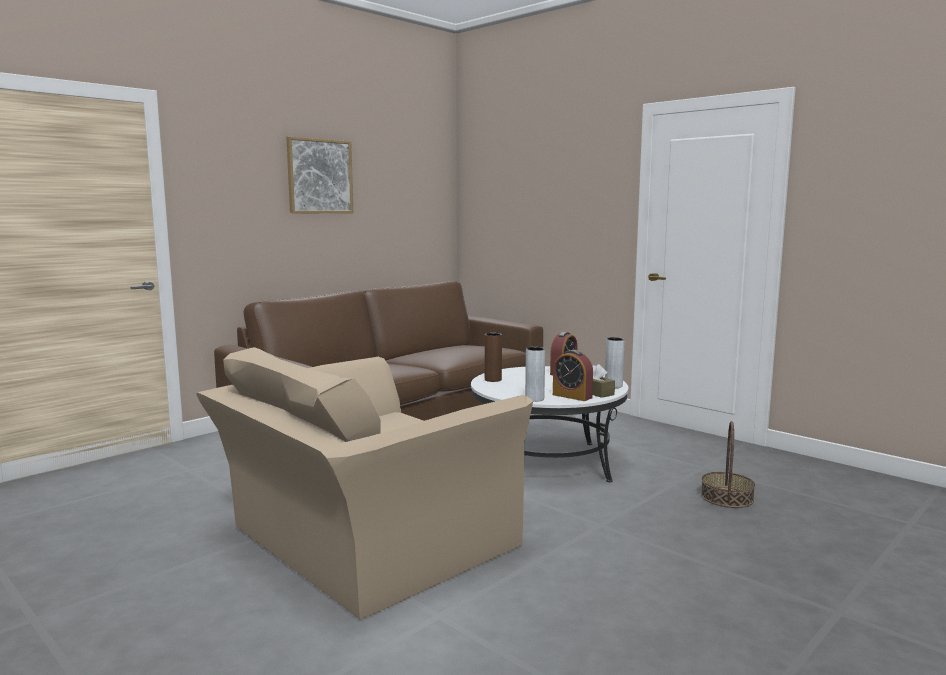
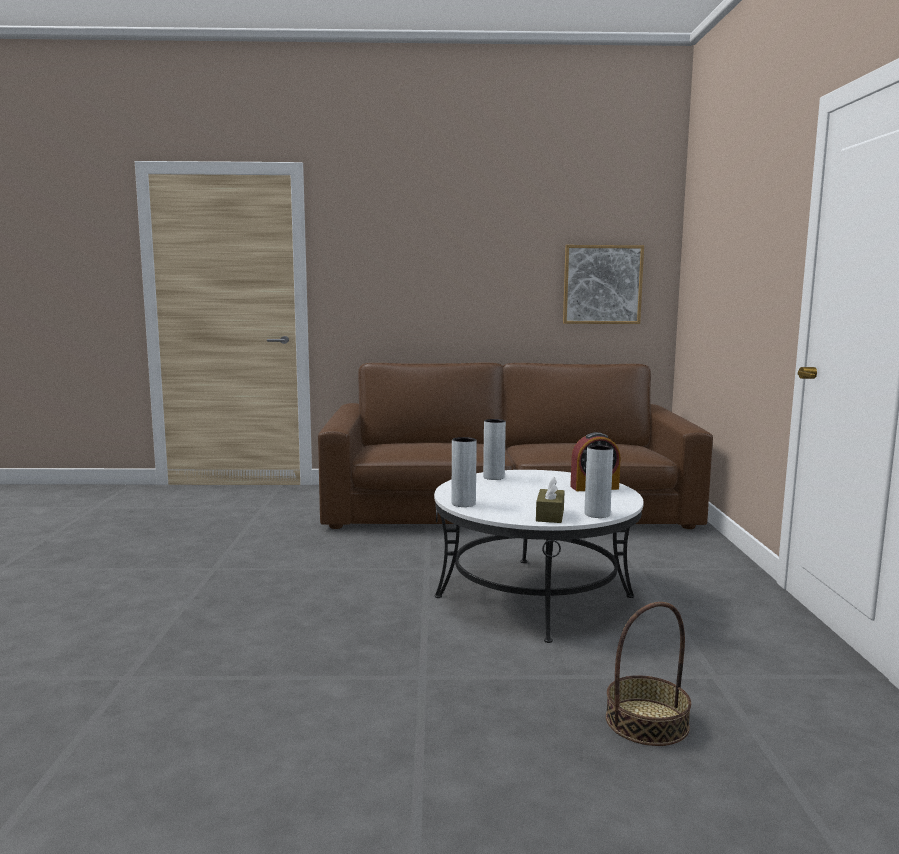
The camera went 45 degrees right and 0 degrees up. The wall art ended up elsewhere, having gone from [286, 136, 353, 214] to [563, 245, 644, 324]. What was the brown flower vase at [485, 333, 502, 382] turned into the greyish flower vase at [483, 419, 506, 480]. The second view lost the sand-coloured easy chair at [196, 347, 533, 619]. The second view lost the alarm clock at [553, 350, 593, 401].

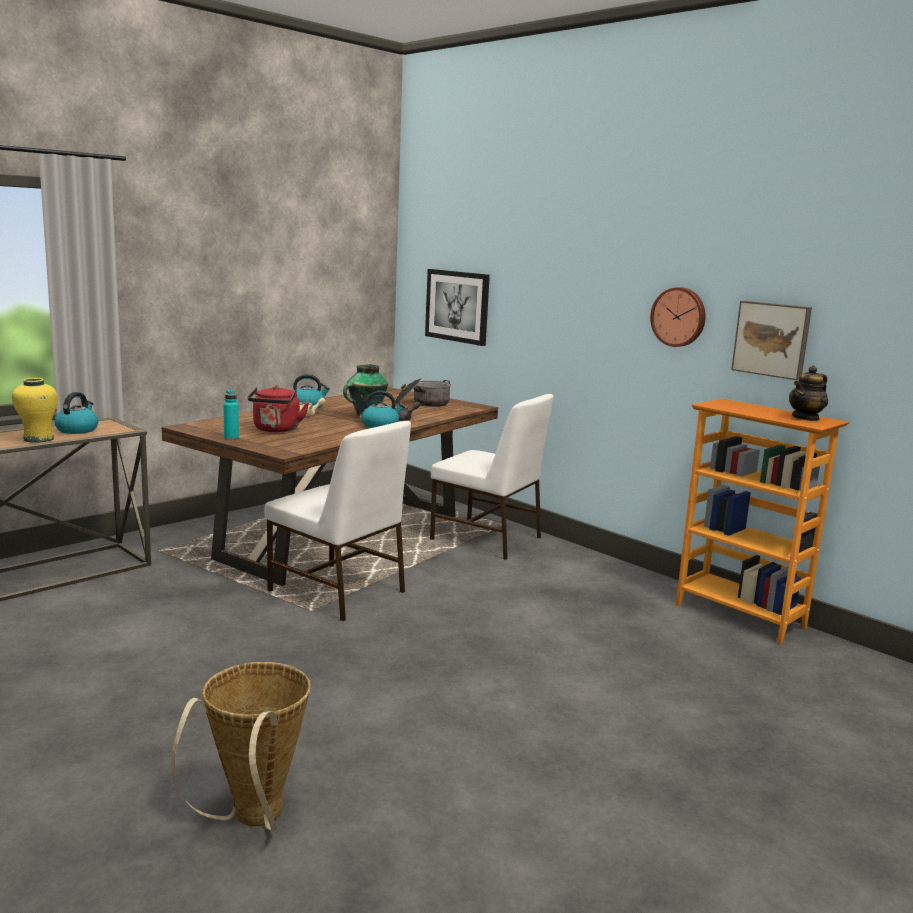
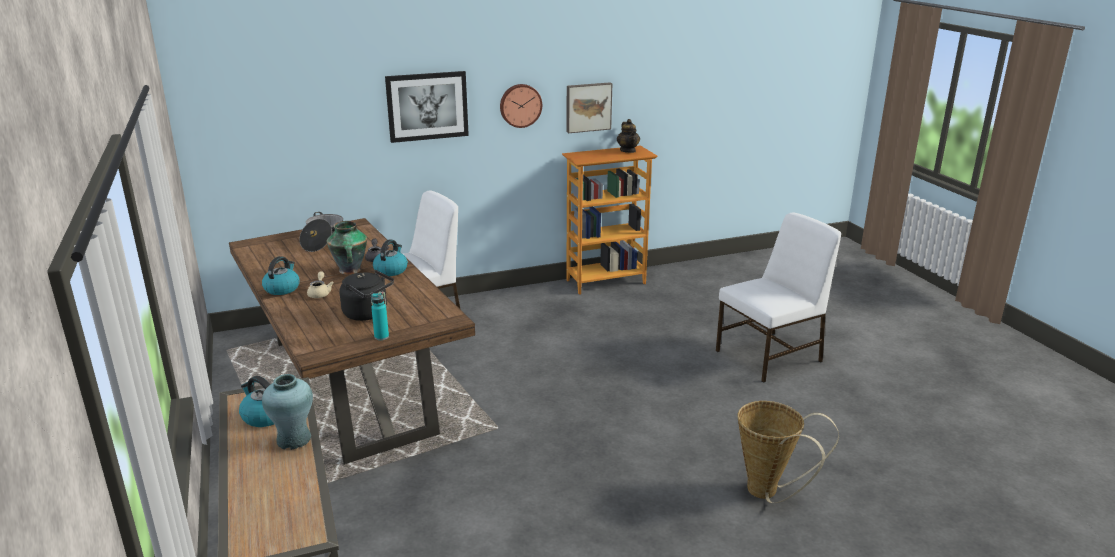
The camera went 65 degrees left and 10 degrees up. The wall art ended up elsewhere, having gone from [425, 269, 490, 346] to [385, 71, 469, 143]. What was the yellow flower vase at [12, 378, 58, 443] turned into the turquoise flower vase at [262, 374, 313, 450]. What was the red-coloured kettle at [248, 385, 309, 432] turned into the blackish kettle at [339, 270, 394, 321]. The whitish upright chair ended up elsewhere, having gone from [265, 421, 411, 621] to [716, 213, 841, 383].

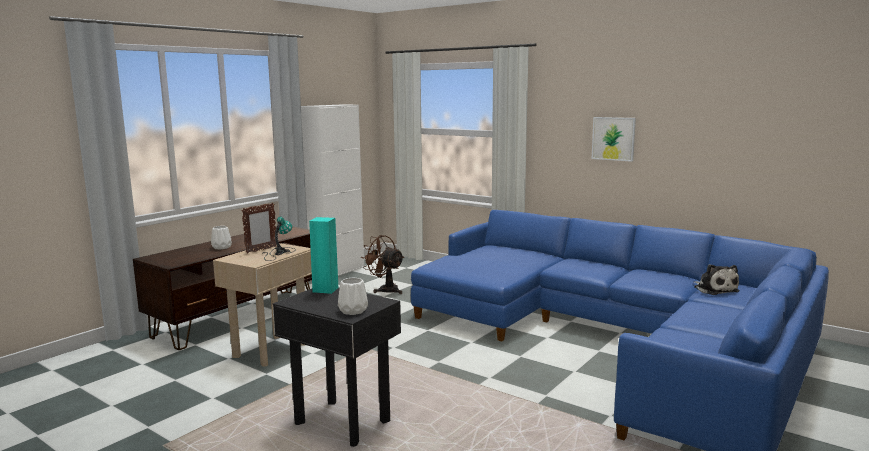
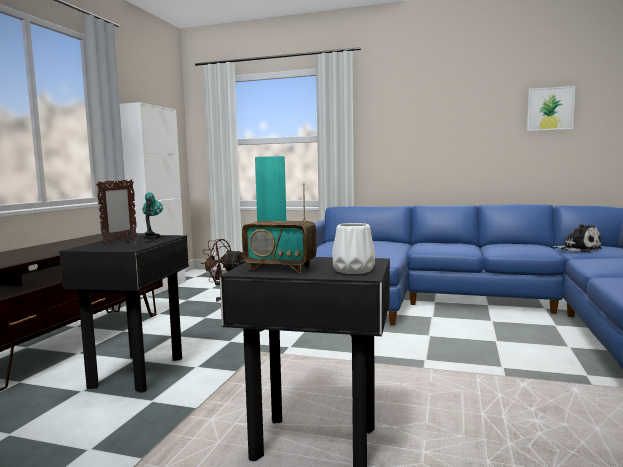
The camera went 20 degrees left and 5 degrees down. The wall art ended up elsewhere, having gone from [592, 117, 636, 162] to [527, 86, 575, 131]. The second view lost the whitish flower vase at [211, 226, 232, 249]. What was the sand-coloured accent table at [213, 243, 312, 367] turned into the blackish accent table at [59, 235, 189, 393]. The second view gained the radio set at [242, 184, 317, 273].

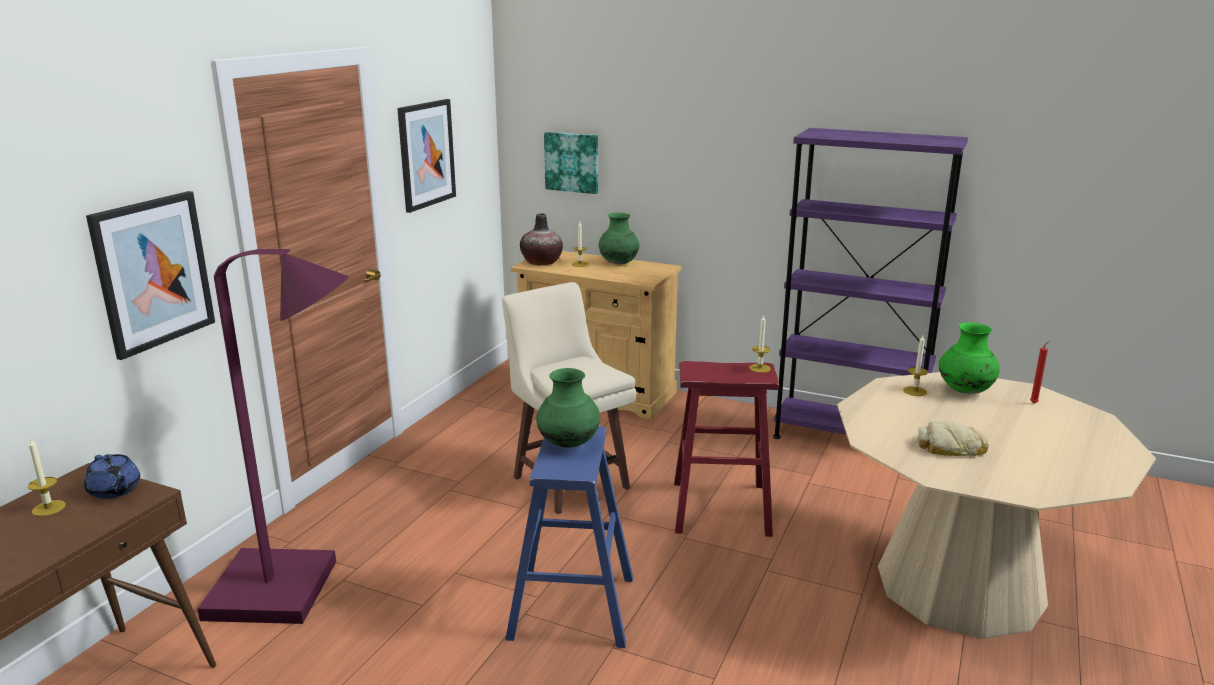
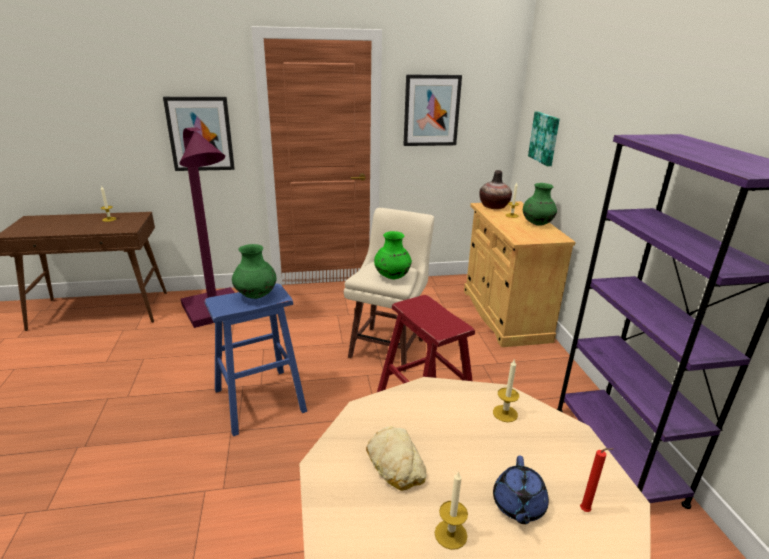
The camera went 55 degrees right and 5 degrees up. The wax candle ended up elsewhere, having gone from [749, 315, 771, 373] to [435, 471, 468, 550]. The green flower vase ended up elsewhere, having gone from [939, 322, 1000, 394] to [374, 231, 412, 279]. The bluish pot for tea ended up elsewhere, having gone from [84, 454, 140, 499] to [493, 455, 549, 524].

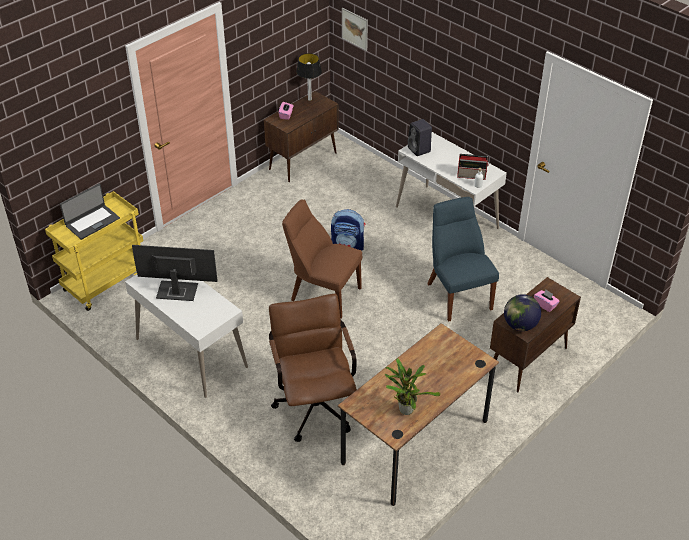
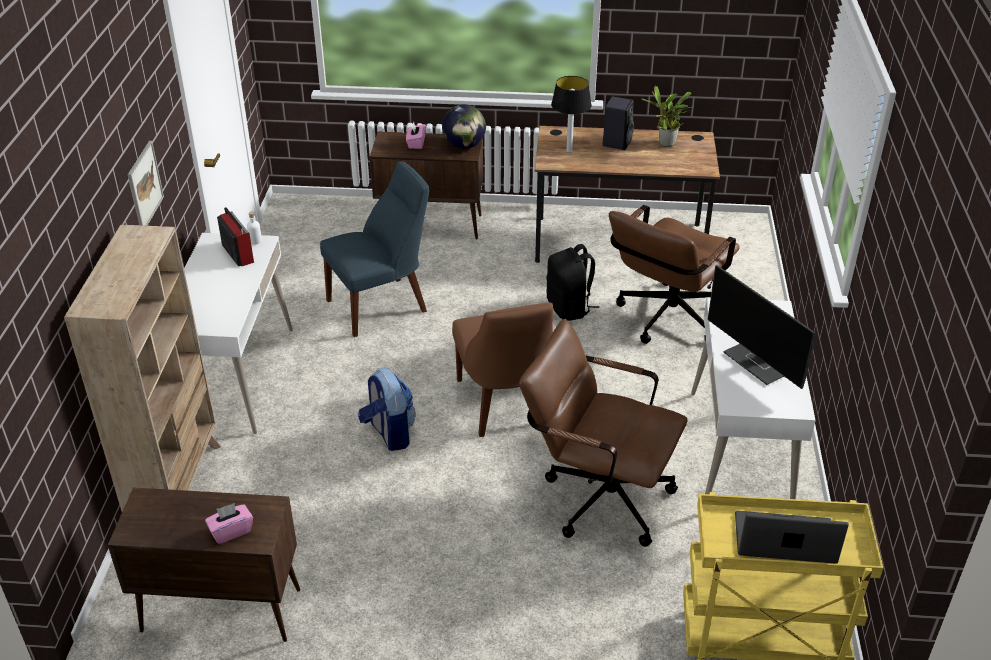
The camera went 130 degrees left and 5 degrees down. The wall art ended up elsewhere, having gone from [342, 8, 368, 51] to [128, 141, 164, 226]. The table lamp ended up elsewhere, having gone from [296, 53, 322, 101] to [551, 76, 592, 153]. The blackish speaker ended up elsewhere, having gone from [408, 119, 432, 156] to [603, 97, 634, 150]. The bluish upright chair at [427, 197, 499, 322] ended up facing another way, 150 degrees counterclockwise from before. The second view gained the sand-coloured shelving unit at [64, 225, 221, 511]. The second view gained the blackish backpack at [547, 244, 599, 321]. The second view gained the brown office chair at [519, 319, 688, 547].

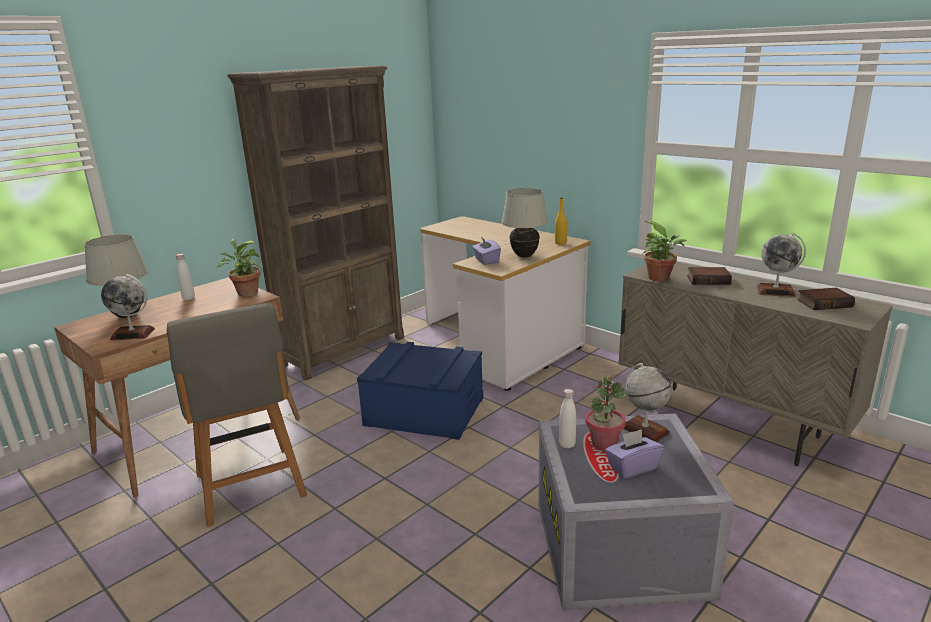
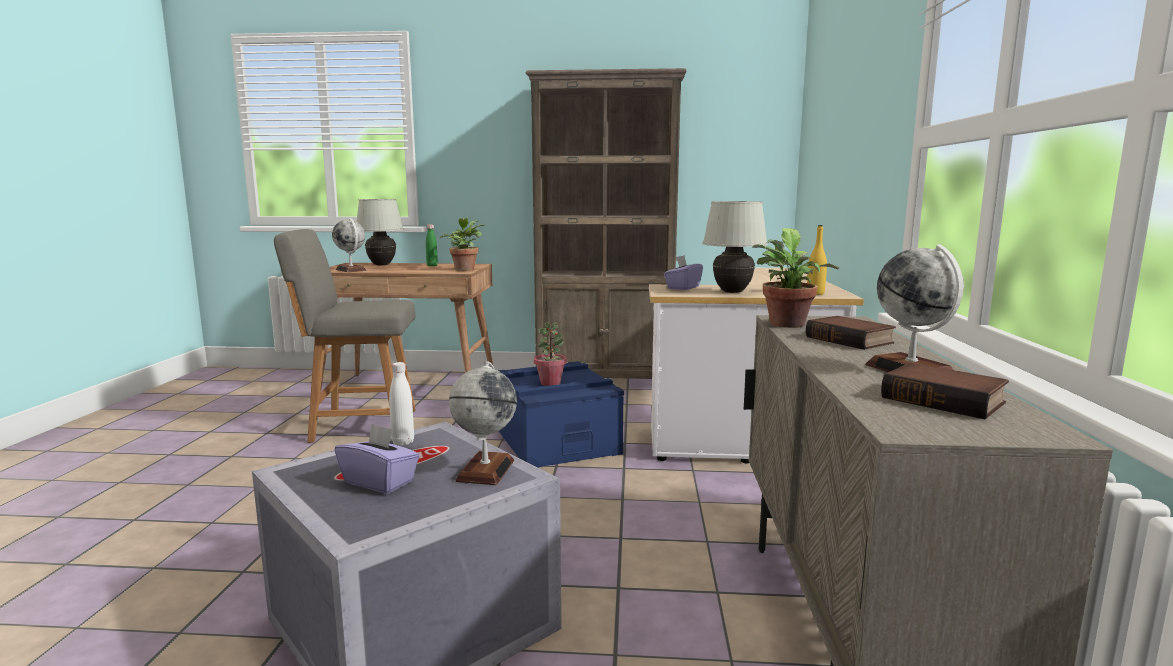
The camera went 50 degrees right and 10 degrees down. What was the whitish drink bottle at [176, 254, 195, 300] turned into the green drink bottle at [426, 225, 438, 266]. The greyish upright chair at [167, 303, 307, 527] ended up facing another way, 60 degrees clockwise from before. The potted plant ended up elsewhere, having gone from [585, 376, 627, 451] to [534, 322, 567, 386].

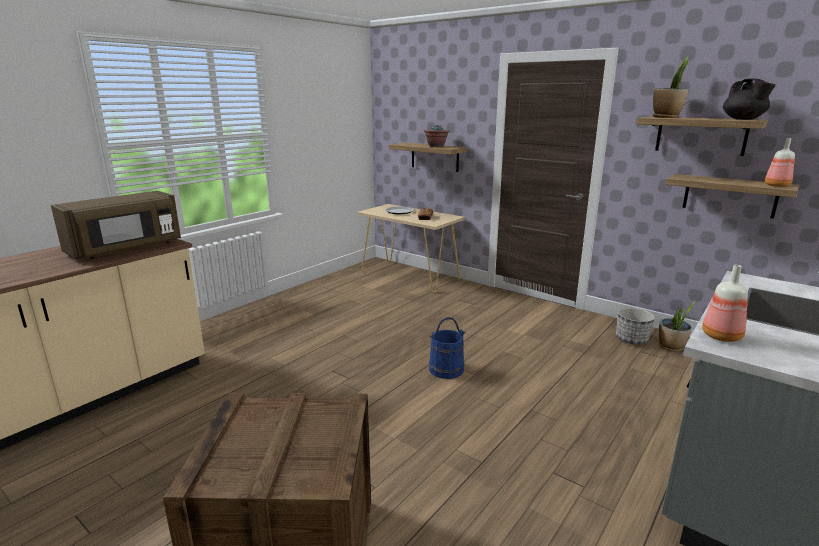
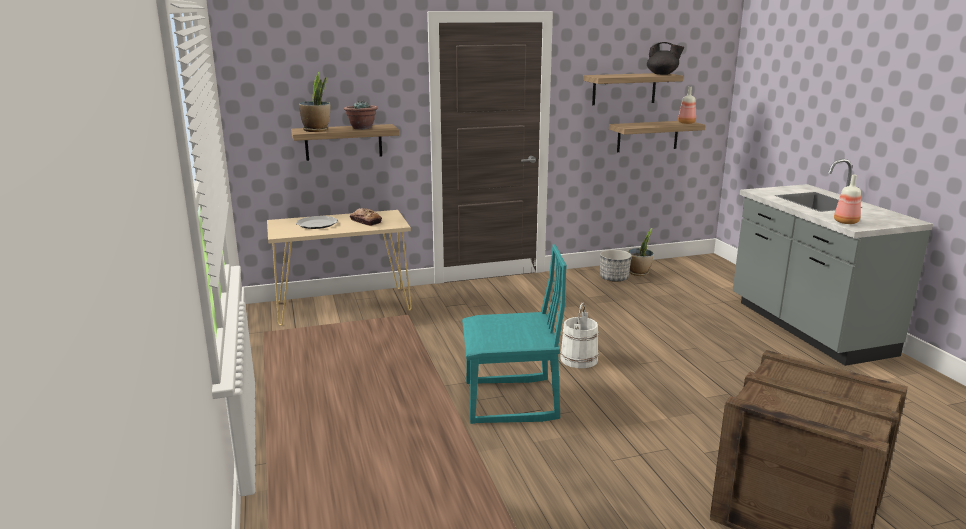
The camera went 55 degrees left and 0 degrees up. The potted plant ended up elsewhere, having gone from [653, 56, 689, 118] to [299, 72, 330, 132]. The second view lost the brown microwave at [51, 191, 181, 259]. What was the bluish pail at [429, 317, 465, 379] turned into the whitish pail at [560, 302, 599, 368]. The second view gained the turquoise upright chair at [462, 244, 567, 424].

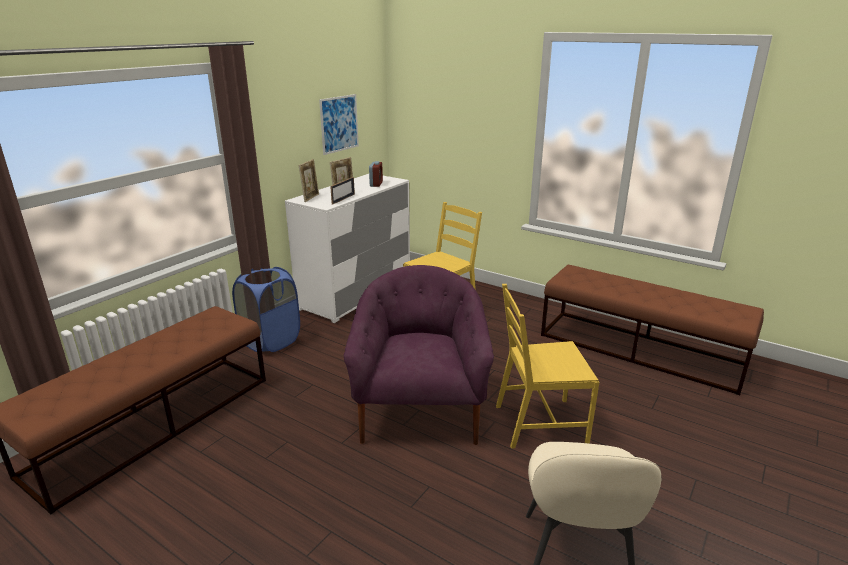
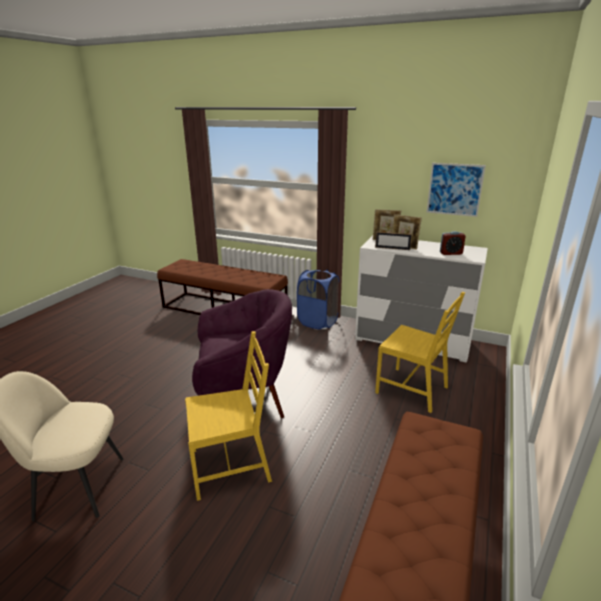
The camera went 80 degrees right and 0 degrees up. The yellow upright chair at [496, 284, 599, 449] ended up facing another way, 90 degrees clockwise from before.

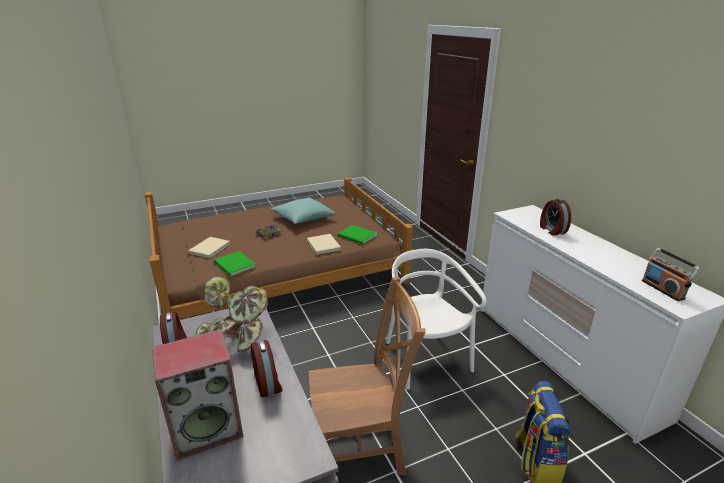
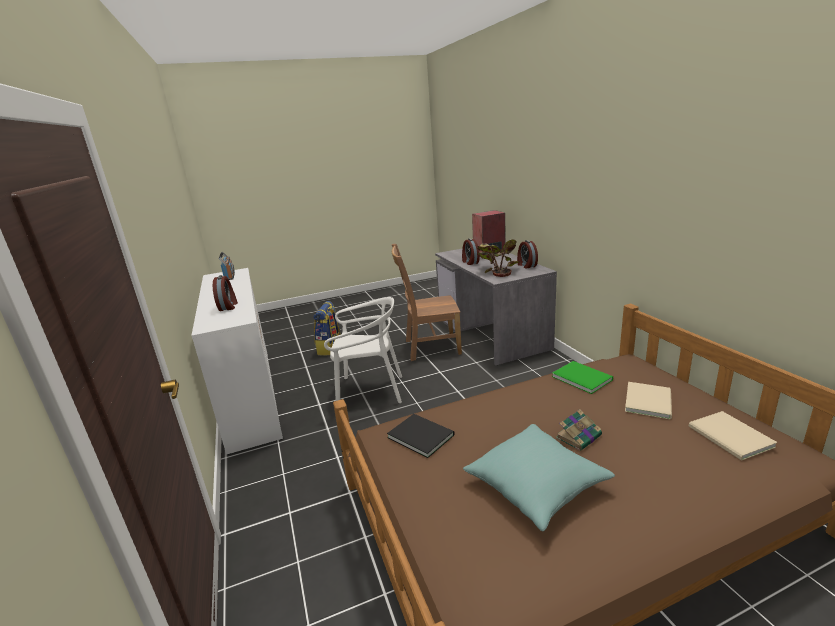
The camera went 175 degrees left and 5 degrees down. What was the green volume at [338, 225, 377, 245] turned into the blackish volume at [387, 414, 455, 458]. The sand-coloured volume ended up elsewhere, having gone from [307, 234, 342, 255] to [689, 411, 778, 461]. The whitish upright chair at [386, 249, 487, 390] ended up facing another way, 75 degrees counterclockwise from before.

